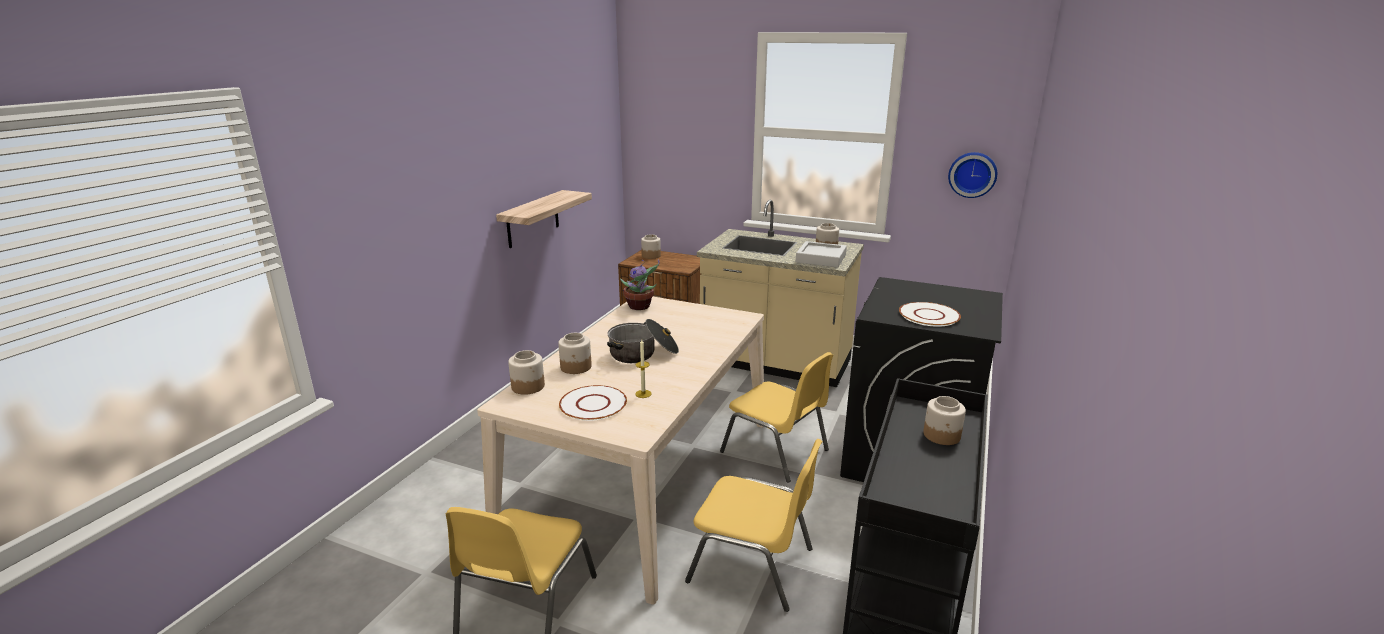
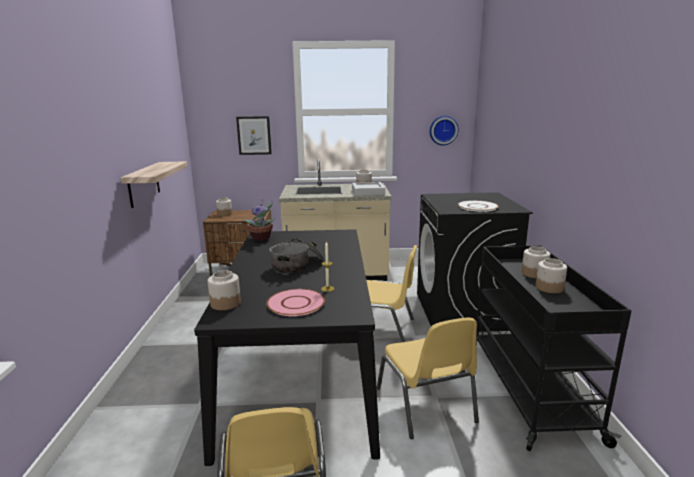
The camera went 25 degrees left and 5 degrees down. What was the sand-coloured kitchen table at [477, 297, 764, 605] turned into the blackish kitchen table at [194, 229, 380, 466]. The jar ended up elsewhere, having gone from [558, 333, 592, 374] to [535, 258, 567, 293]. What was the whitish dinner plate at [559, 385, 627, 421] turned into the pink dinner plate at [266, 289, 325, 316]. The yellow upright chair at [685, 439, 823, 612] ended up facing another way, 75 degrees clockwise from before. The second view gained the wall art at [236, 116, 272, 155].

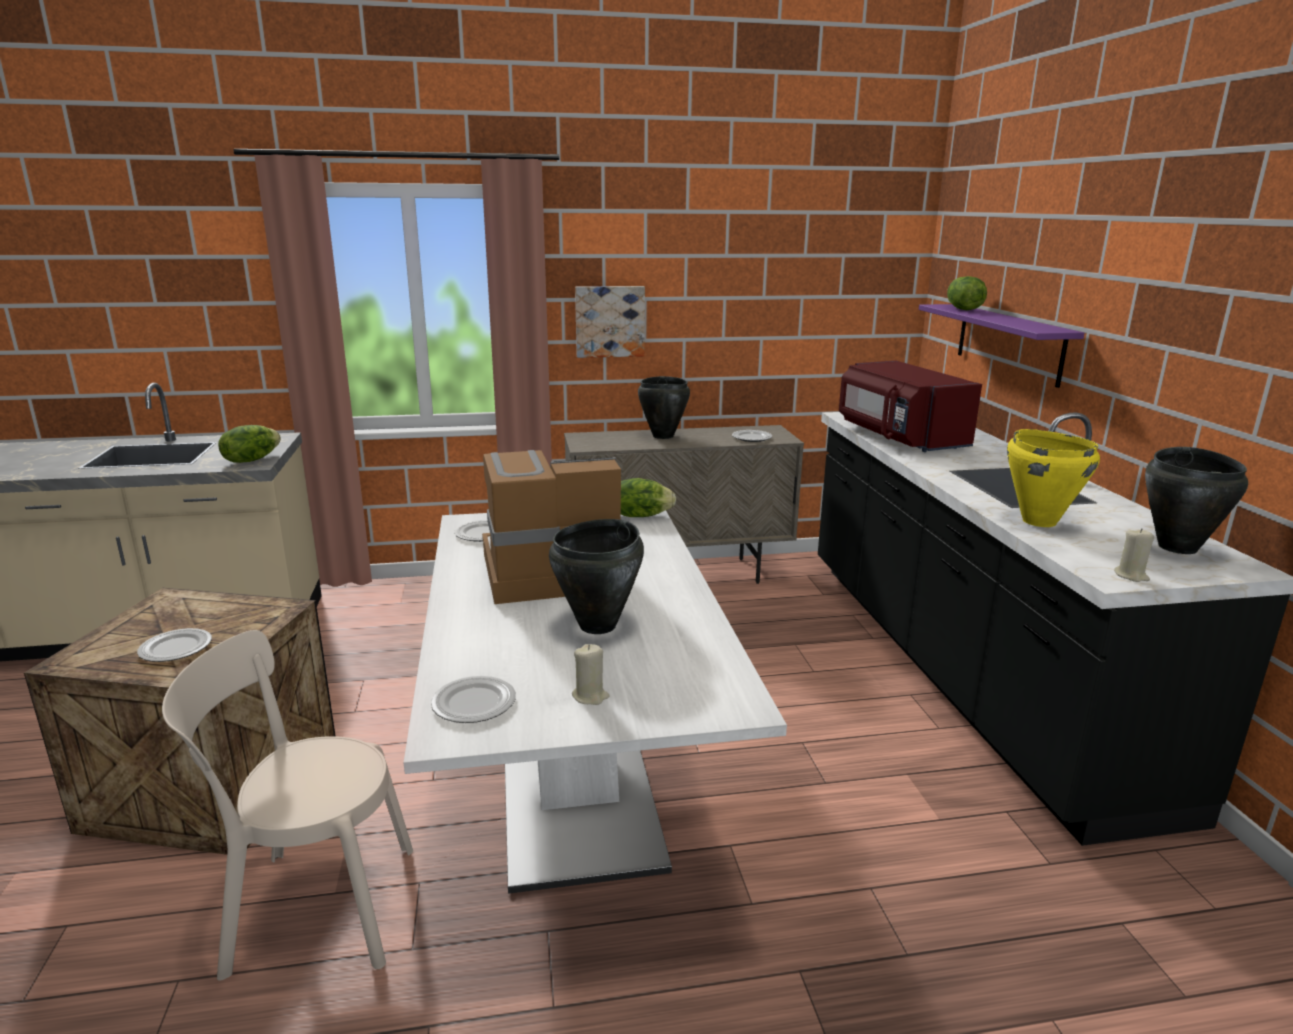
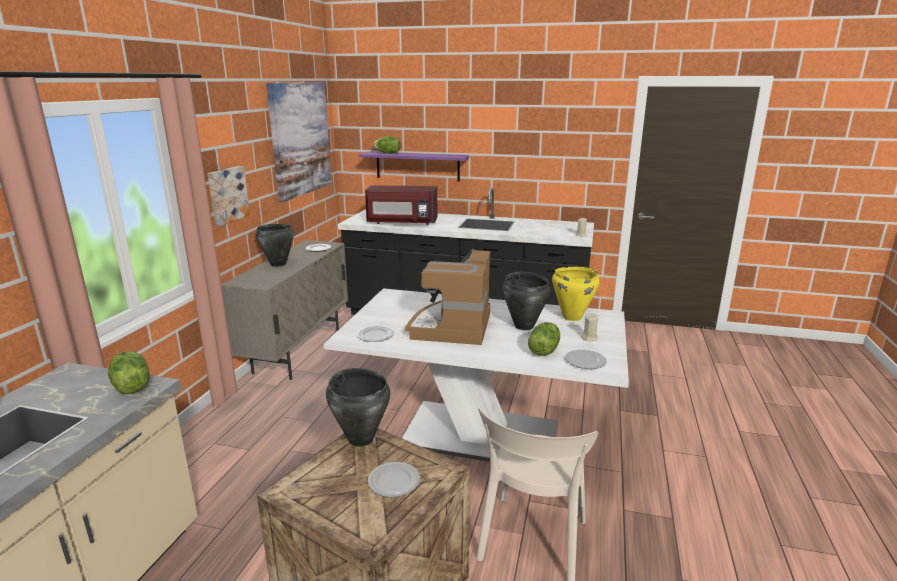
The camera went 65 degrees left and 0 degrees up. The yellow cooking pot ended up elsewhere, having gone from [1007, 429, 1100, 527] to [552, 267, 599, 321]. The blackish cooking pot ended up elsewhere, having gone from [1145, 447, 1248, 554] to [326, 368, 390, 447]. The lettuce head ended up elsewhere, having gone from [621, 478, 676, 517] to [528, 322, 560, 356]. The second view gained the wall art at [266, 82, 332, 202].

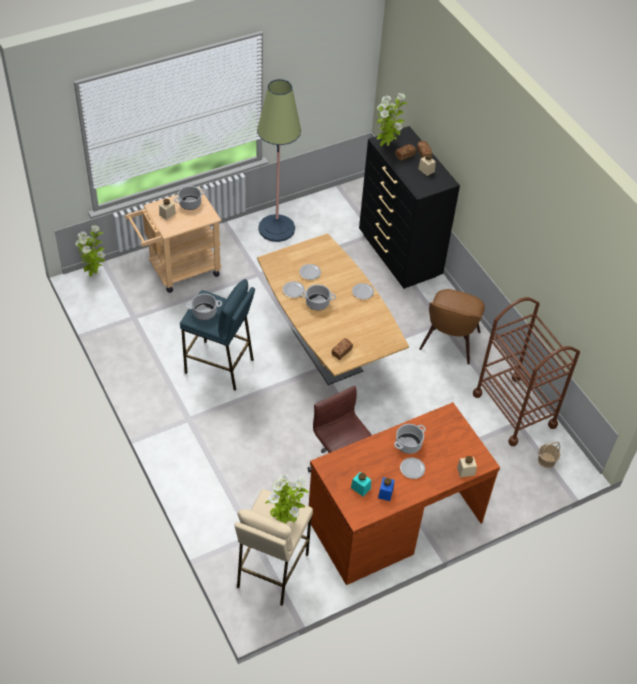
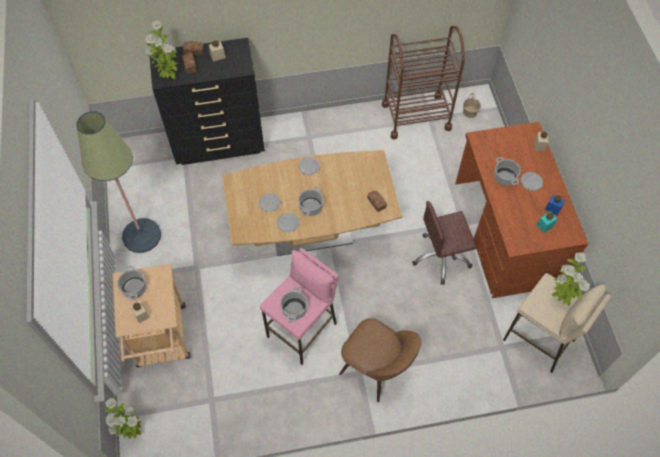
The camera went 70 degrees left and 10 degrees up. What was the bluish stool at [180, 279, 255, 391] turned into the pink stool at [260, 248, 339, 365]. The brown upright chair ended up elsewhere, having gone from [419, 289, 485, 364] to [339, 318, 421, 402].

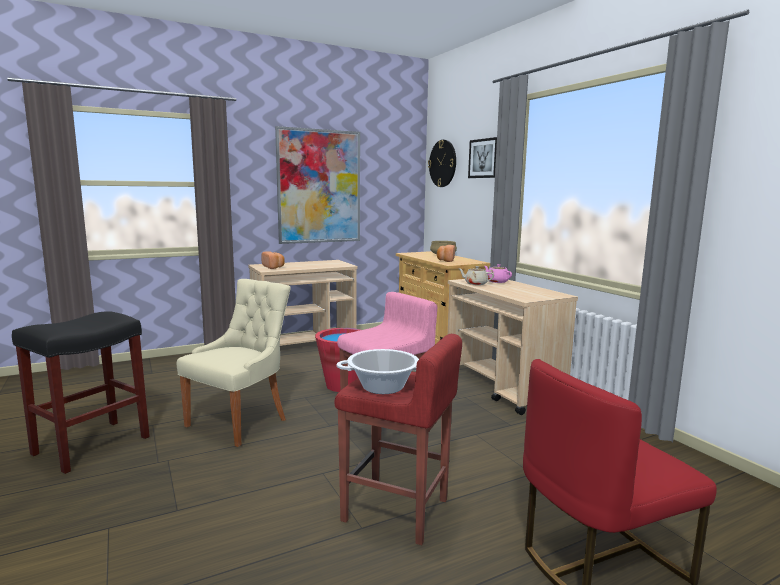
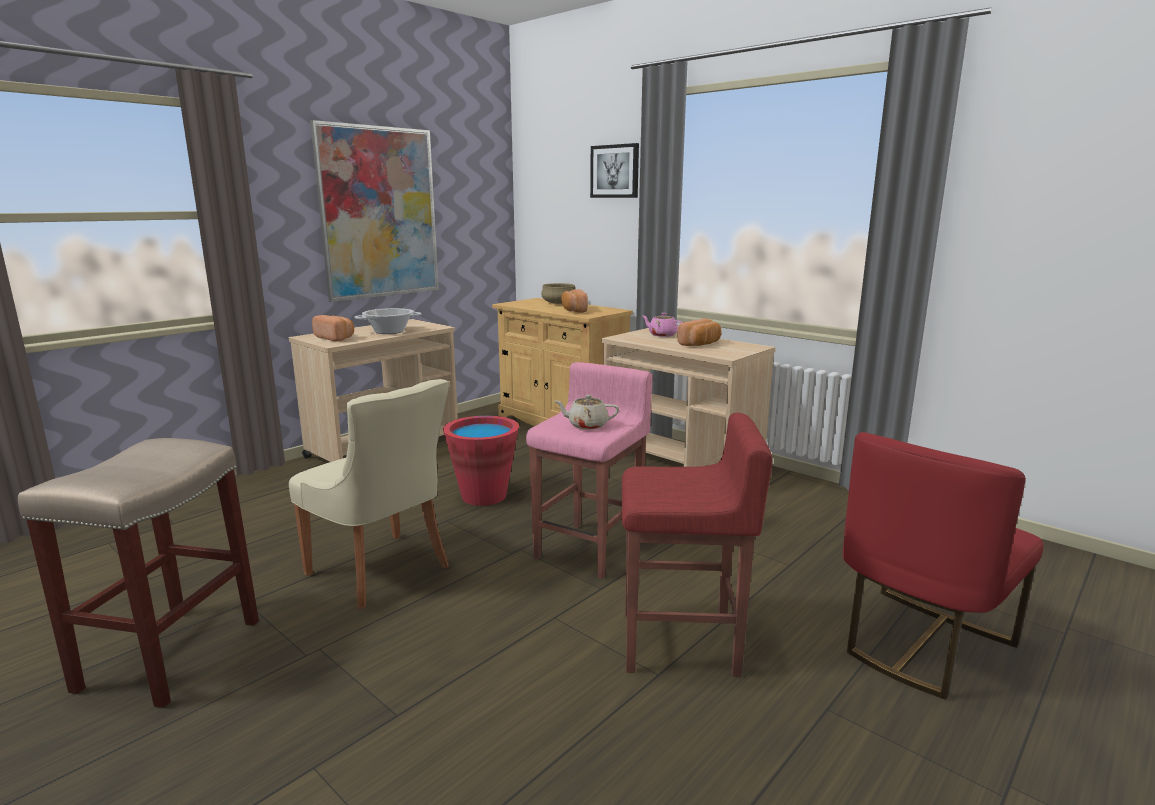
The camera went 20 degrees left and 5 degrees up. The second view lost the clock on the wall at [428, 140, 456, 187]. The sand-coloured pot for tea ended up elsewhere, having gone from [458, 266, 494, 285] to [555, 395, 619, 430]. The sand-coloured upright chair at [177, 279, 291, 447] ended up facing another way, 120 degrees clockwise from before. What was the blackish stool at [12, 311, 150, 474] turned into the sand-coloured stool at [18, 438, 259, 708]. The cooking pot ended up elsewhere, having gone from [337, 349, 419, 394] to [354, 308, 421, 334]. The second view gained the bread at [677, 318, 721, 346].

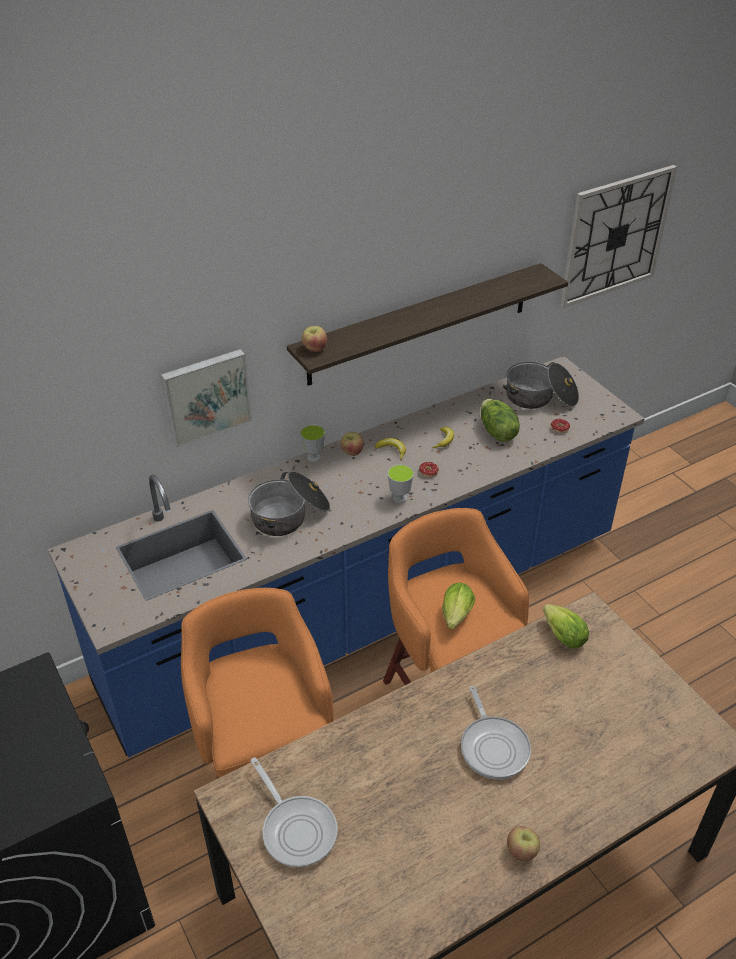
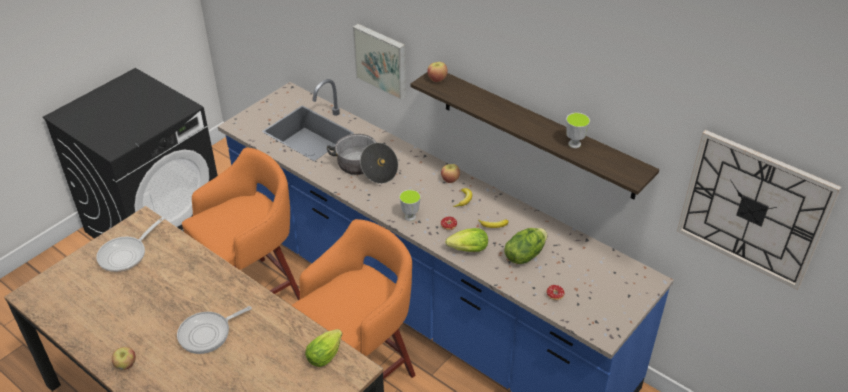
The camera went 70 degrees right and 0 degrees up. The second view lost the cooking pot at [503, 362, 579, 409]. The drinking cup ended up elsewhere, having gone from [300, 425, 325, 462] to [566, 113, 590, 148]. The lettuce head ended up elsewhere, having gone from [442, 582, 475, 629] to [445, 228, 488, 252].

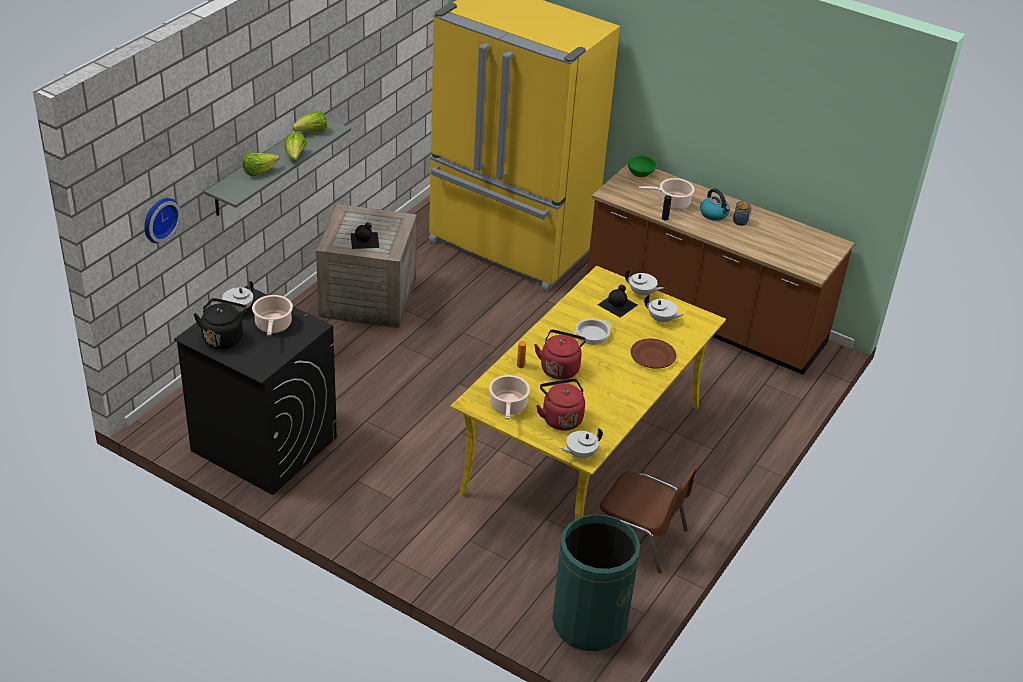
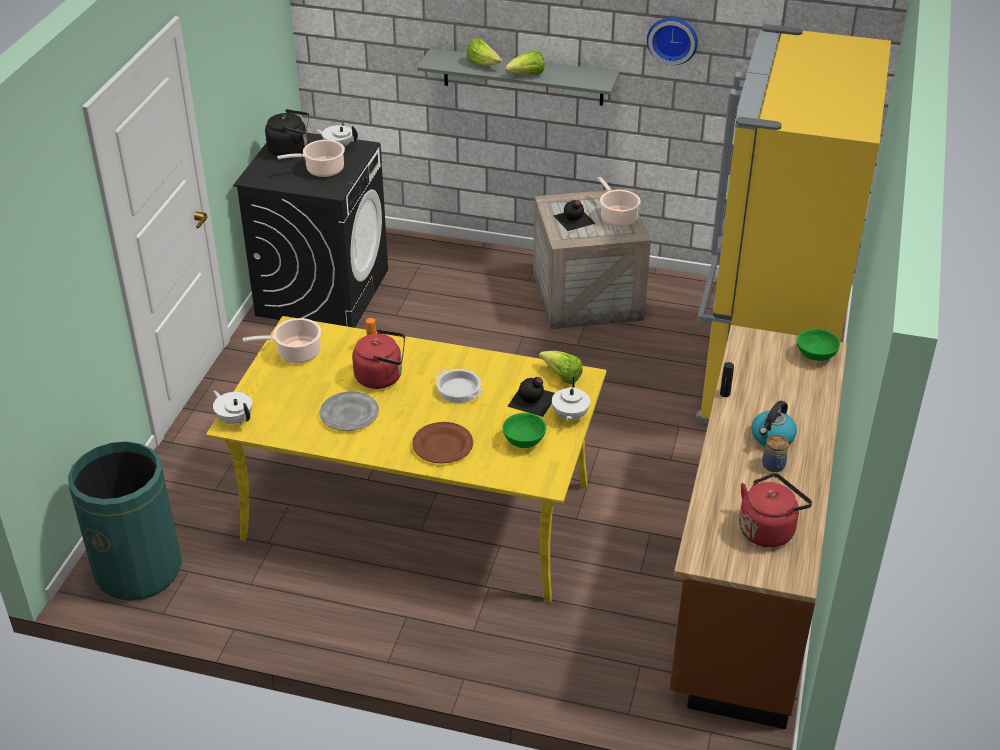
The camera went 75 degrees right and 0 degrees up. The lettuce head ended up elsewhere, having gone from [292, 111, 327, 132] to [539, 351, 583, 384]. The cooking pot ended up elsewhere, having gone from [639, 178, 695, 210] to [597, 177, 641, 226]. The clock on the wall ended up elsewhere, having gone from [145, 198, 181, 243] to [647, 17, 698, 65]. Where the whitish pot for tea stood at [644, 294, 684, 324], the green serving bowl came to stand at [502, 413, 546, 448]. The red-coloured kettle ended up elsewhere, having gone from [536, 379, 585, 430] to [739, 473, 812, 547]. The second view lost the brown upright chair at [600, 462, 700, 573]. The second view gained the greyish dinner plate at [320, 391, 379, 431].

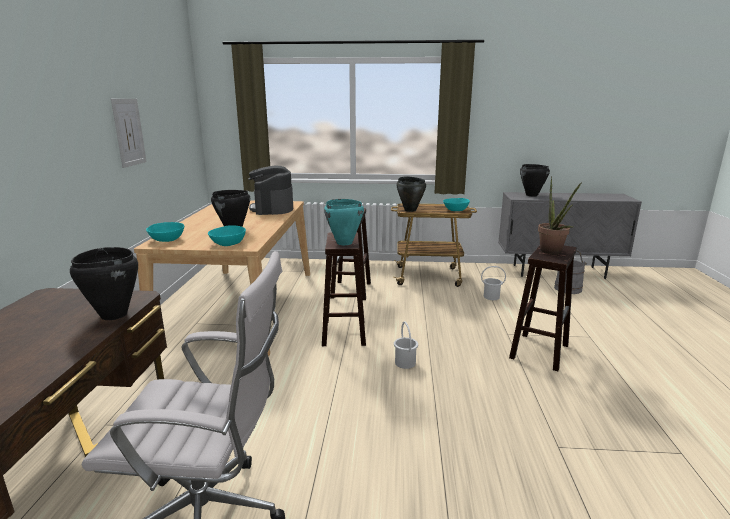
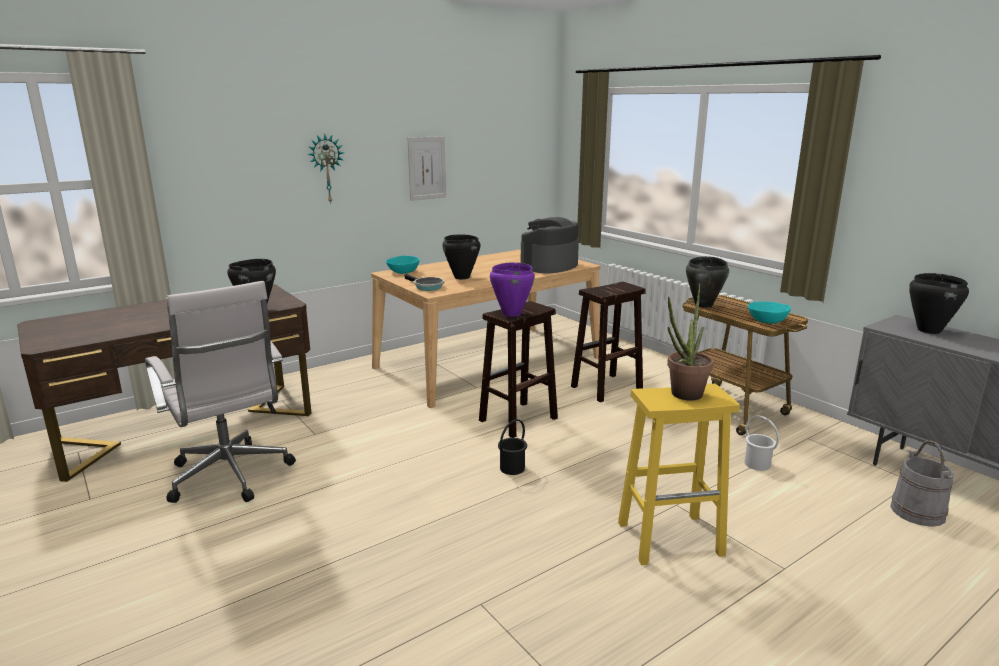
The camera went 50 degrees right and 0 degrees up. What was the turquoise cooking pot at [324, 199, 364, 245] turned into the purplish cooking pot at [490, 262, 535, 317]. Where the turquoise serving bowl stood at [208, 225, 246, 246], the pan came to stand at [404, 274, 444, 291]. What was the brown stool at [509, 245, 577, 371] turned into the yellow stool at [618, 384, 740, 565]. What was the whitish pail at [394, 322, 418, 369] turned into the blackish pail at [498, 419, 527, 475]. The second view gained the clock on the wall at [308, 134, 344, 204].

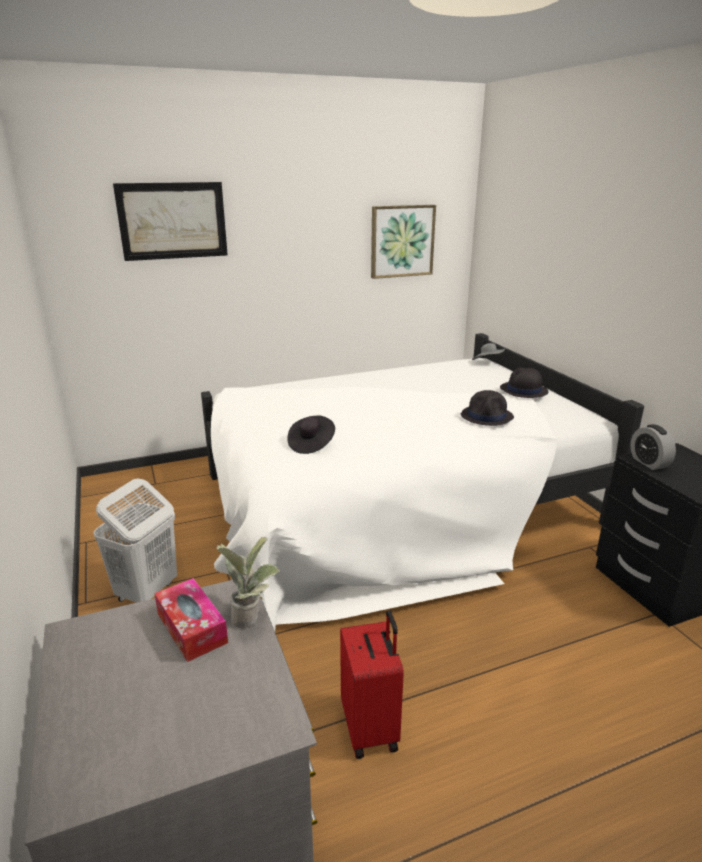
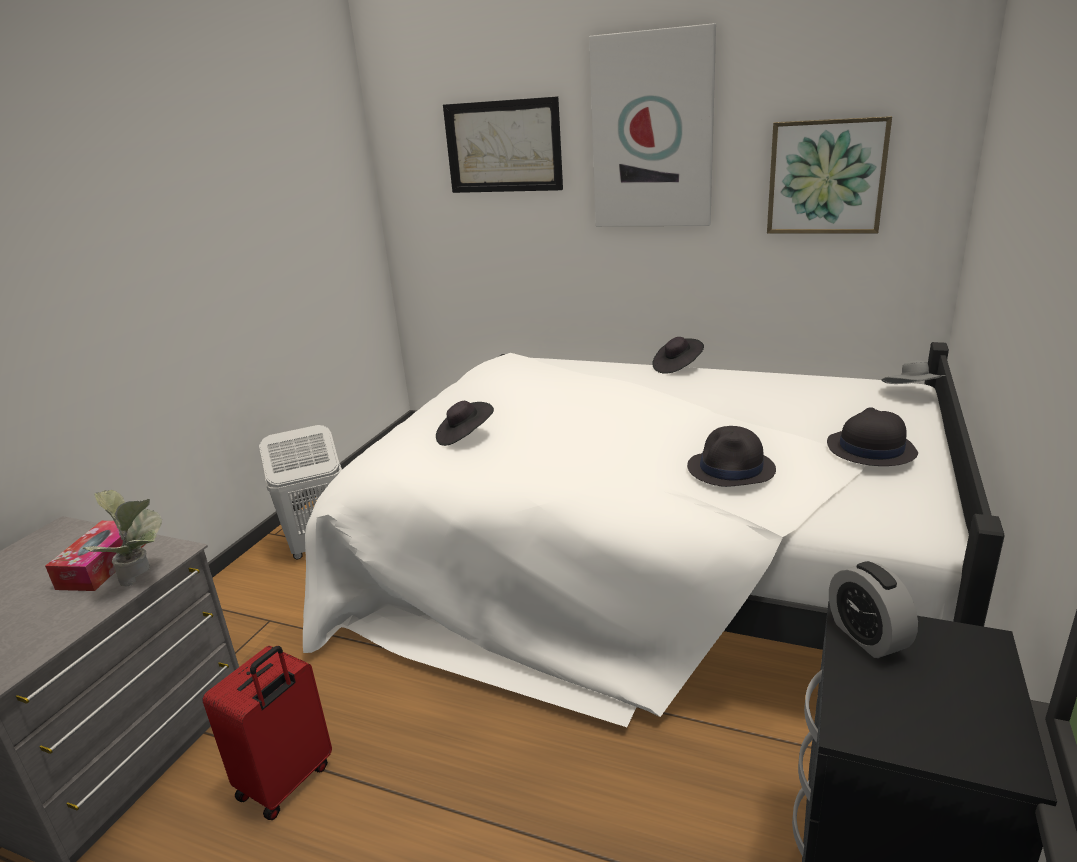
The camera went 45 degrees right and 0 degrees up. The alarm clock at [630, 424, 676, 470] ended up facing another way, 45 degrees counterclockwise from before. The second view gained the wall art at [589, 23, 716, 226]. The second view gained the blackish wearable hat at [652, 337, 704, 374].

